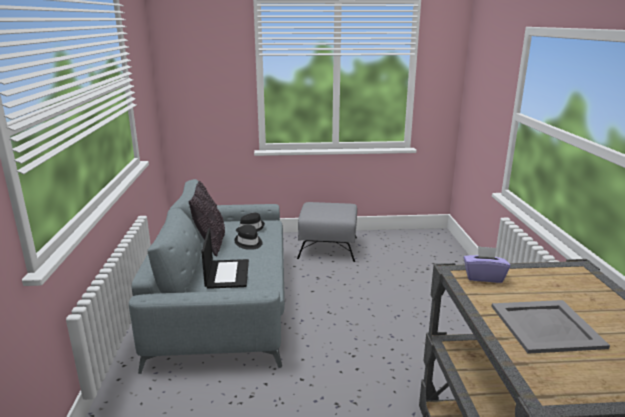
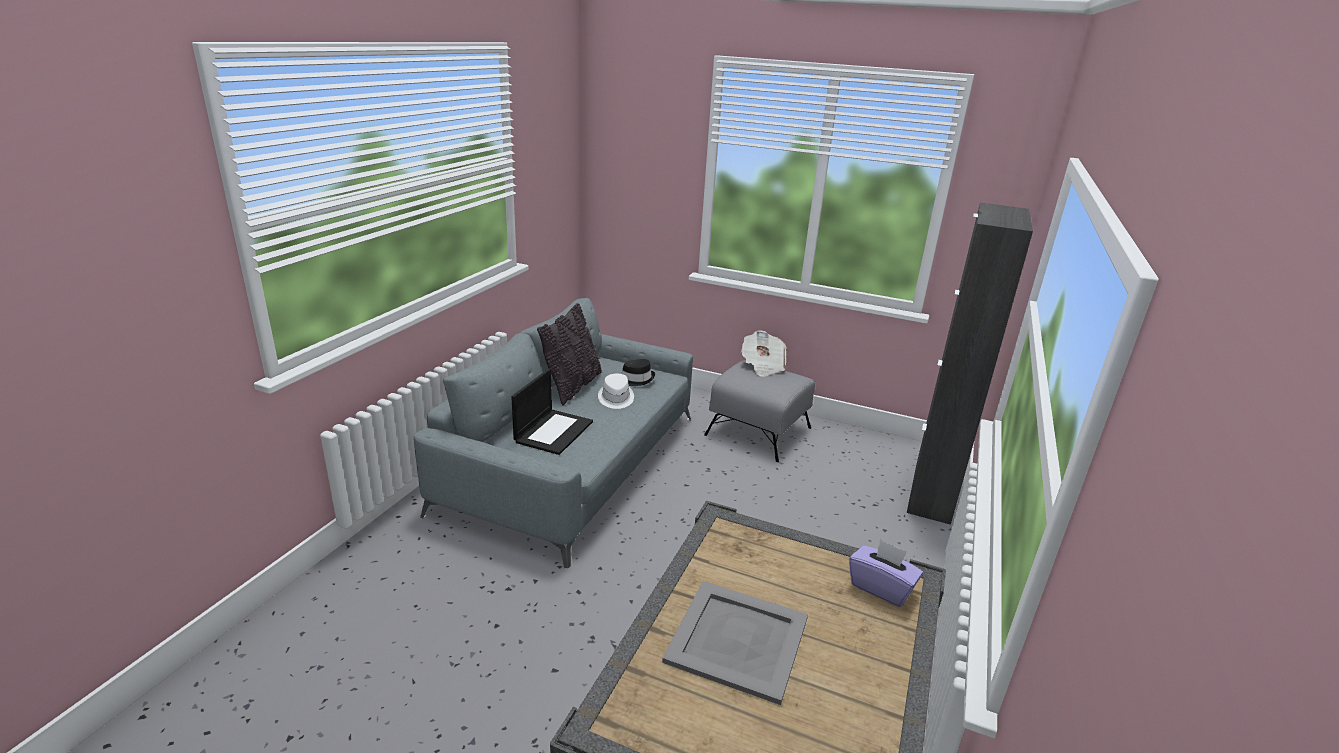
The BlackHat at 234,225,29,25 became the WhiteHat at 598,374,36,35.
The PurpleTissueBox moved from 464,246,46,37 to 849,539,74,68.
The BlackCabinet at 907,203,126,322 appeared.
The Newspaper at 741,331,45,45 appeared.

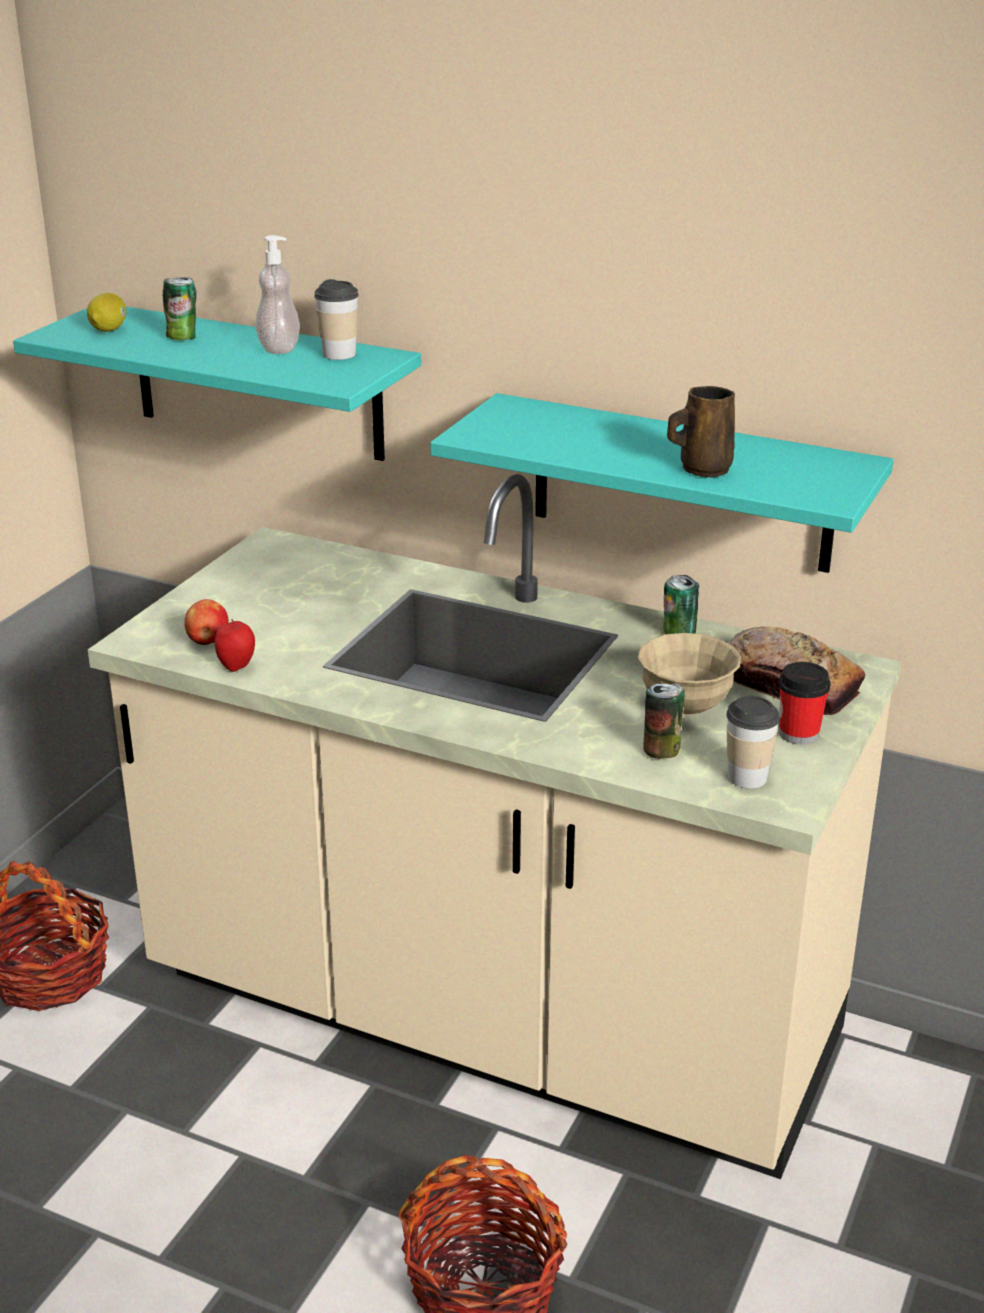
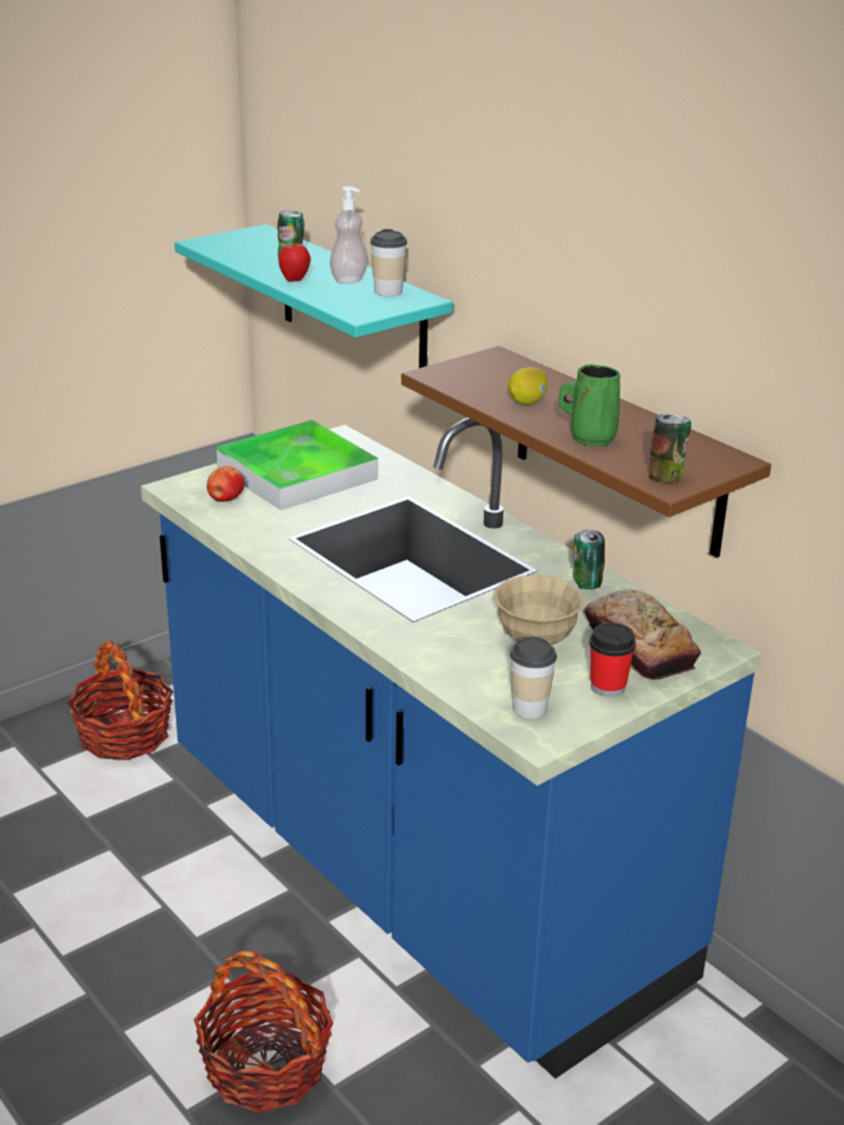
The Lemon moved from 87,293,39,39 to 508,367,40,38.
The BrownMug at 667,386,68,92 became the GreenMug at 559,364,61,82.
The TurquoiseShelf at 430,393,464,180 became the BrownShelf at 401,346,370,212.
The BeigeCounter at 88,474,813,705 became the BlueCounter at 141,418,621,661.
The Apple moved from 215,619,40,53 to 279,239,32,43.
The Can moved from 643,683,41,76 to 649,414,42,69.
The Tray at 216,420,162,90 appeared.

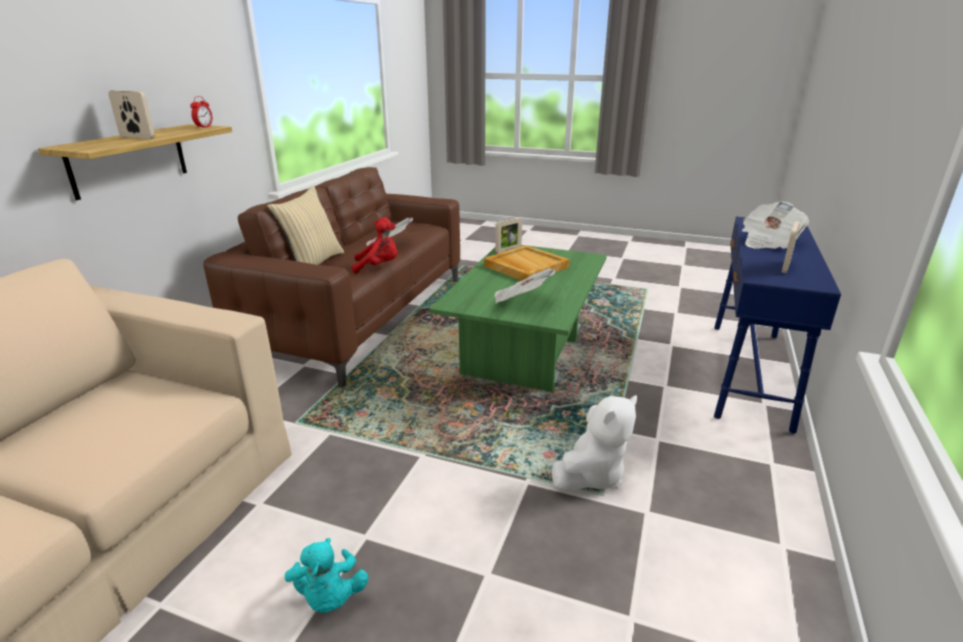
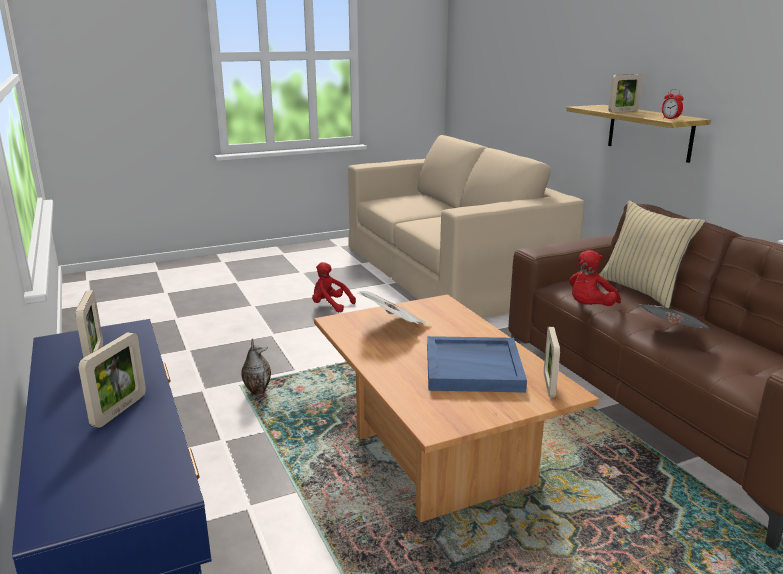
The Newspaper at 742,202,67,47 was replaced by the PictureFrame at 79,332,67,96.
The GreenCoffeeTable at 429,245,178,147 became the BrownCoffeeTable at 314,294,285,228.
The BeigeTray at 484,245,86,36 became the BlueTray at 427,336,100,57.
The WhitePlushToy at 551,395,86,97 was replaced by the Vase at 241,338,30,57.
The TurquoisePlushToy at 284,538,84,75 became the RedPlushToy at 312,262,44,50.

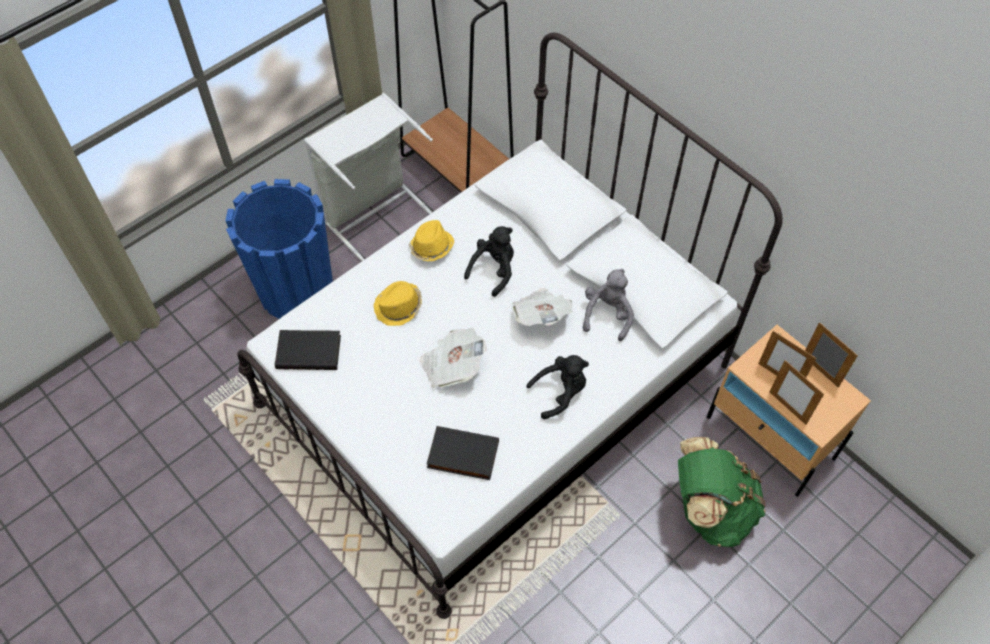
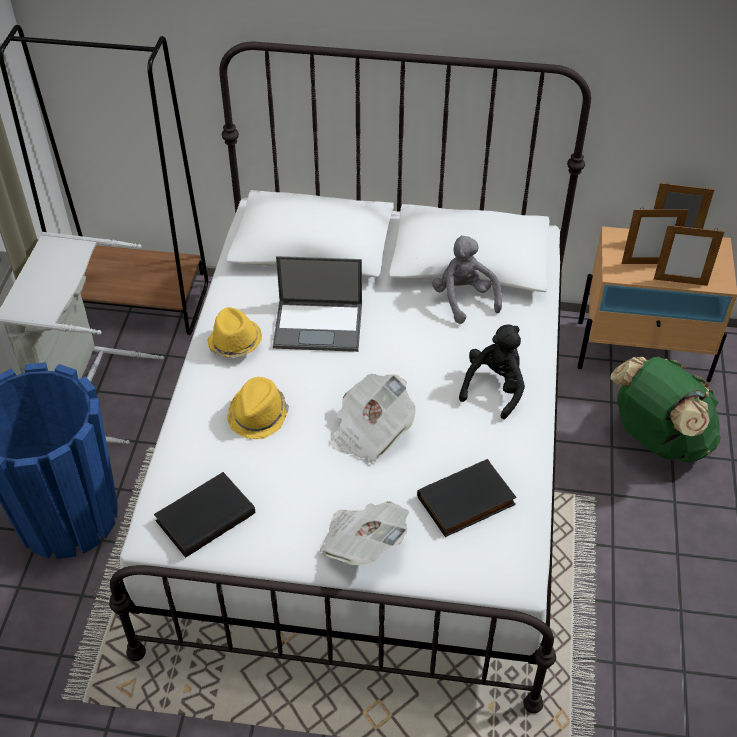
The BlackPlushToy at 464,226,50,71 was replaced by the Laptop at 273,256,89,96.
The Newspaper moved from 512,288,61,38 to 320,501,89,64.

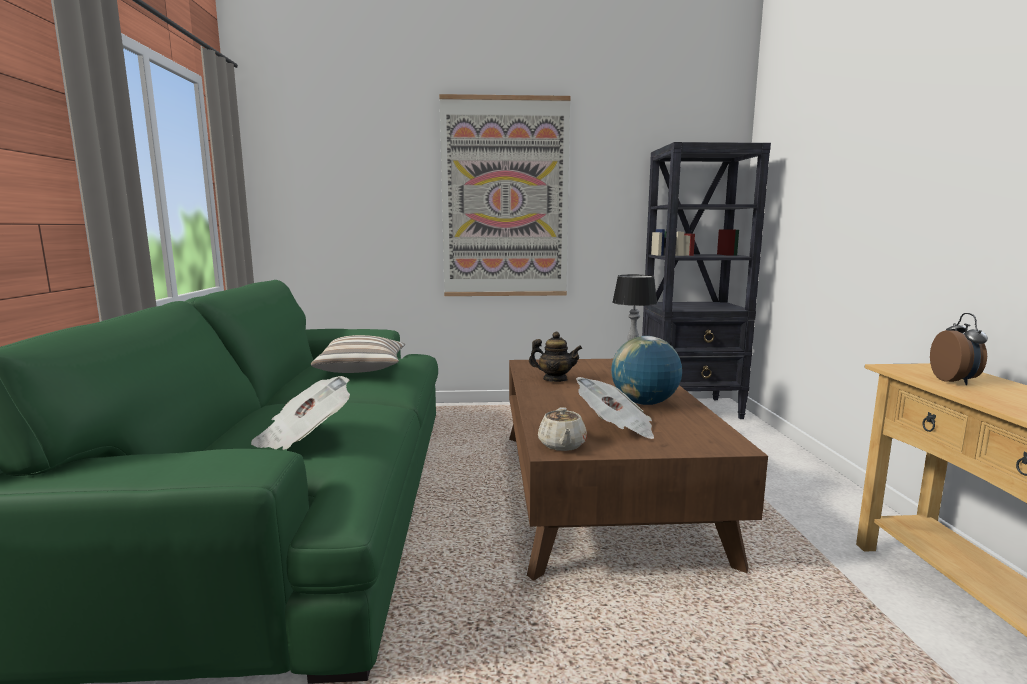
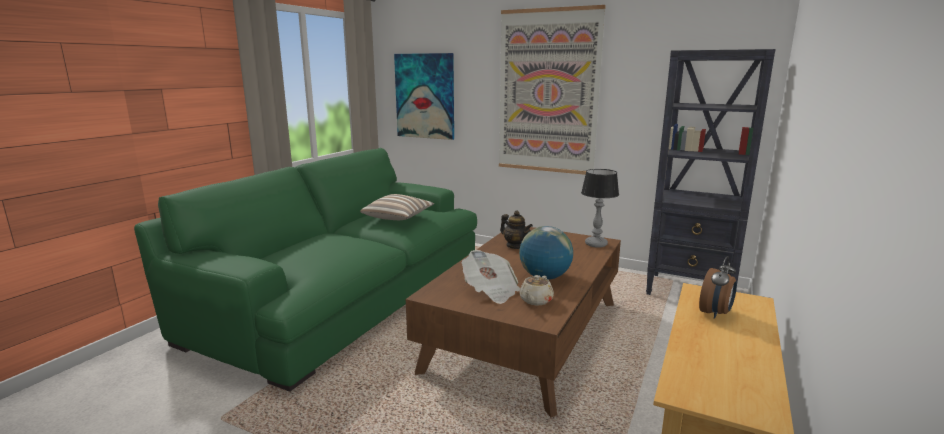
The Newspaper at 251,376,99,74 disappeared.
The BeigeTeapot moved from 538,407,49,44 to 519,275,35,30.
The Picture at 394,53,60,87 appeared.

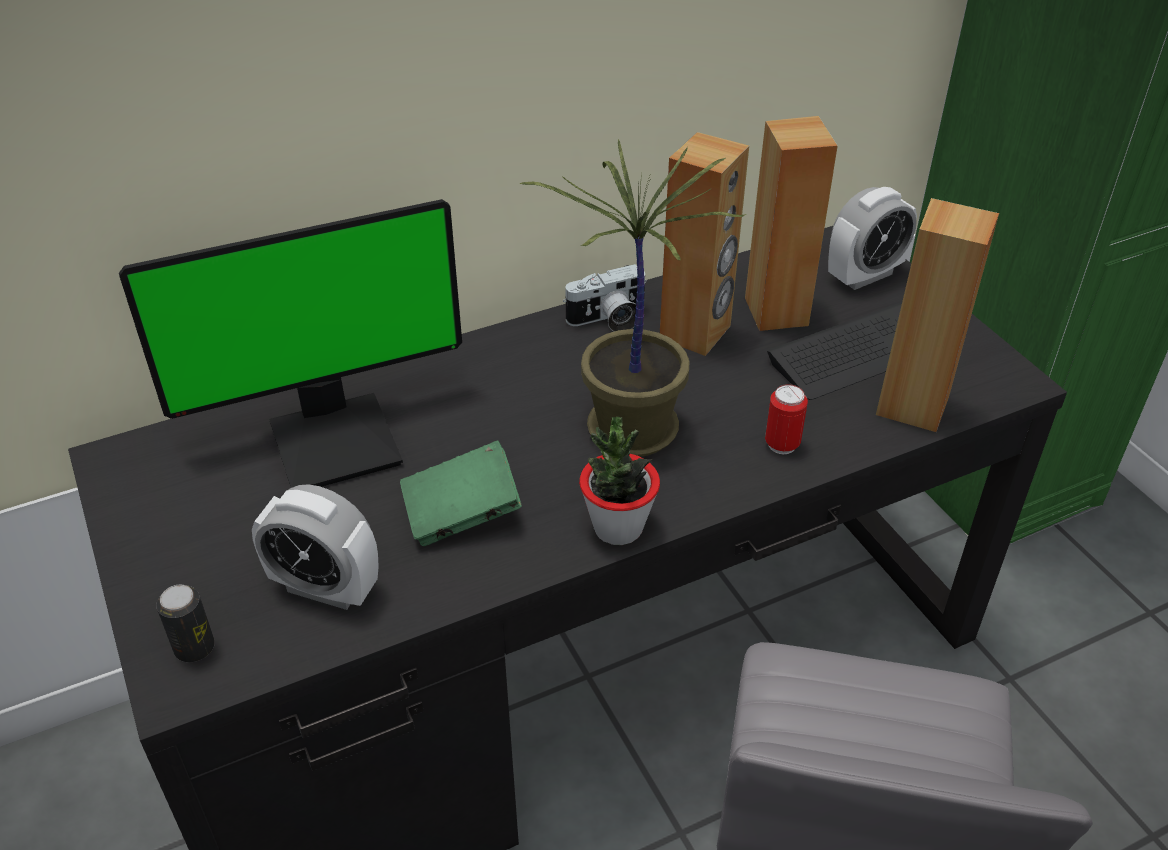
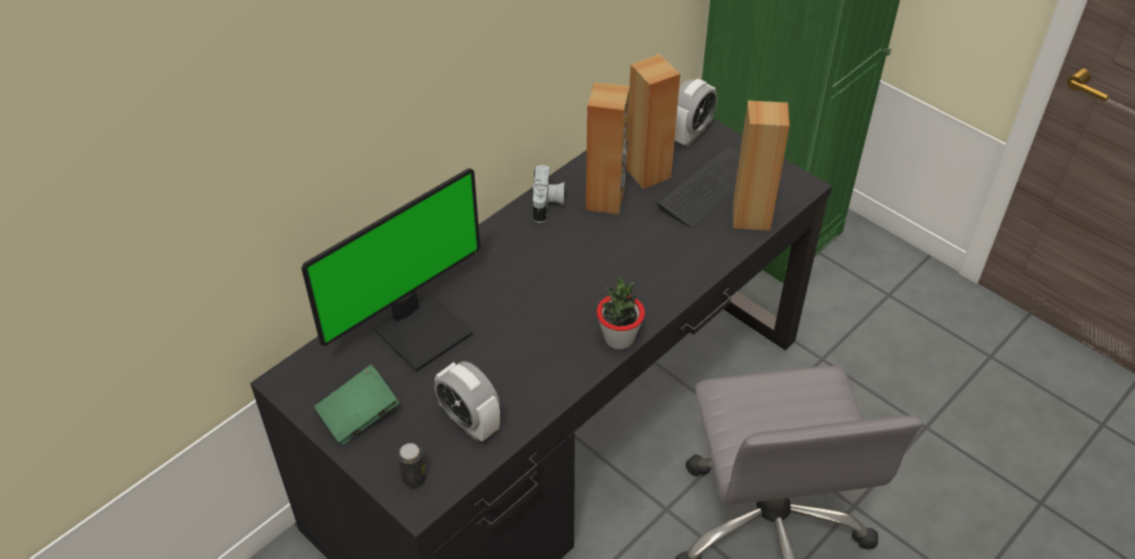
The PottedPlant at 519,139,227,318 disappeared.
The PhotoCamera at 563,264,84,68 turned 45 degrees counterclockwise.
The Can at 765,384,43,70 disappeared.
The GreenBook moved from 400,440,122,106 to 314,364,85,80.
The AlarmClock at 252,484,127,126 turned 45 degrees clockwise.

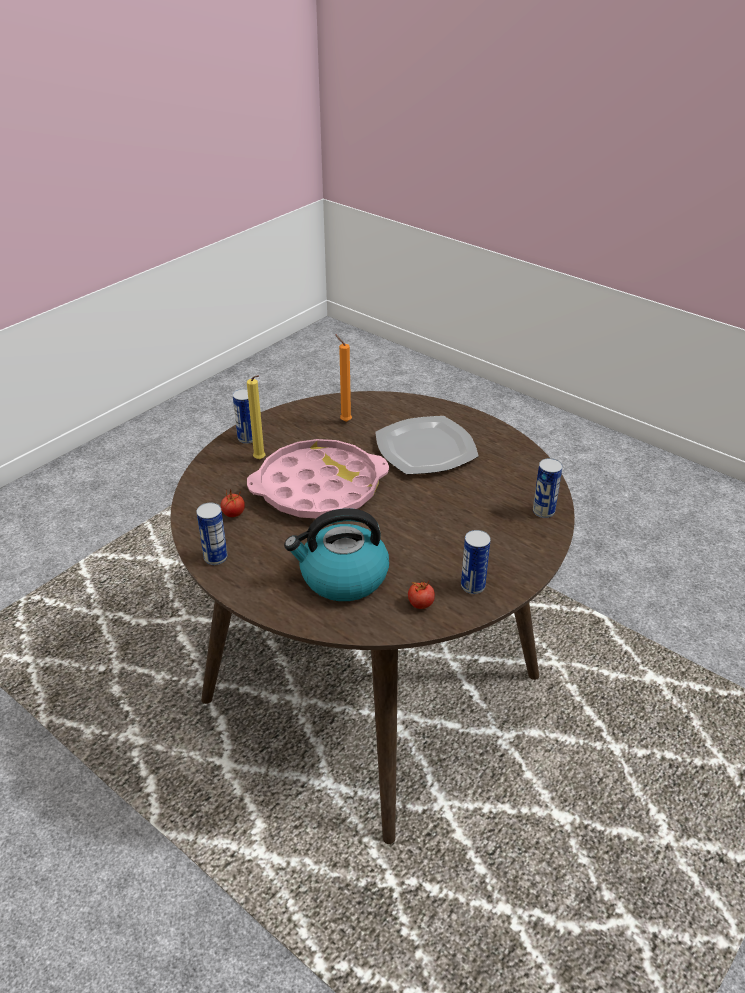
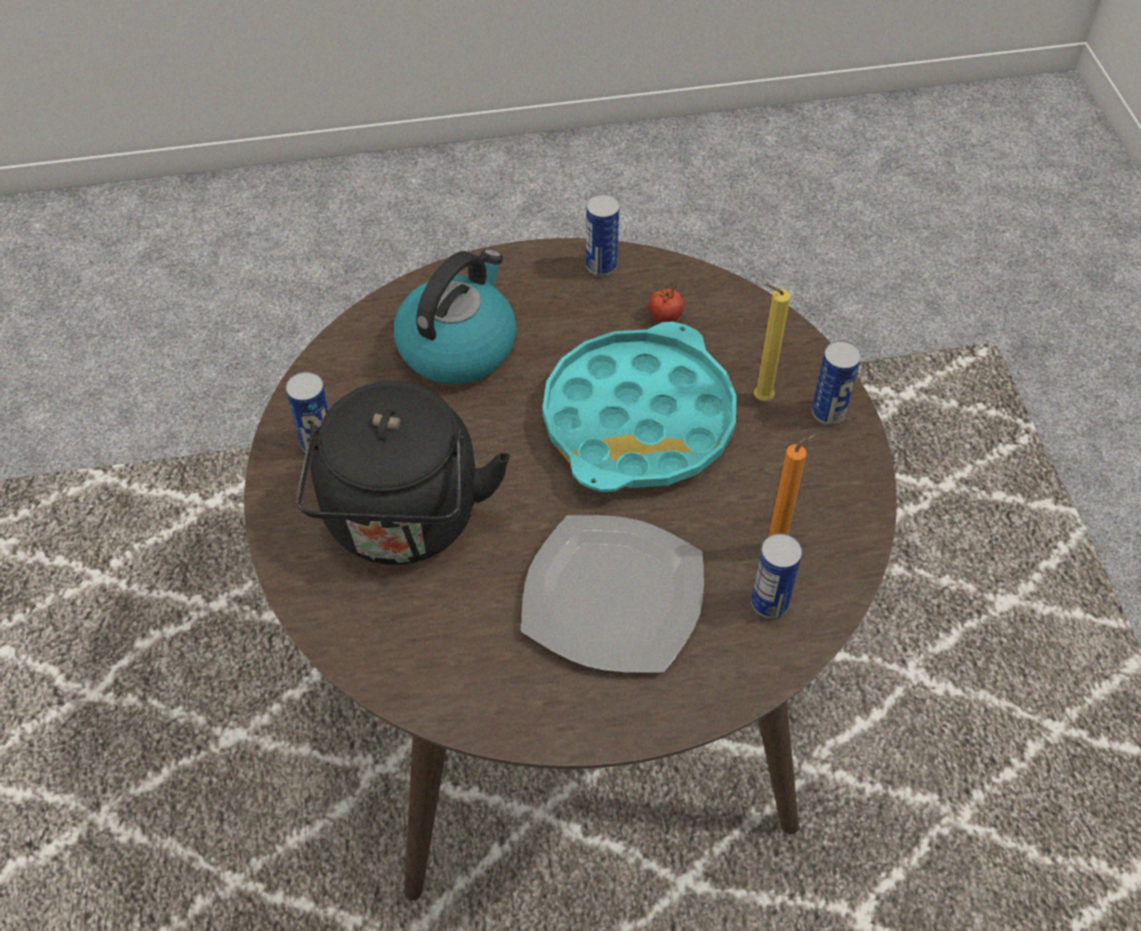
The PinkTray at 247,439,142,79 became the TurquoiseTray at 543,322,194,170.
The Can moved from 533,458,30,60 to 751,533,51,86.
The Tomato at 408,580,27,29 disappeared.
The BlackKettle at 296,381,214,184 appeared.

